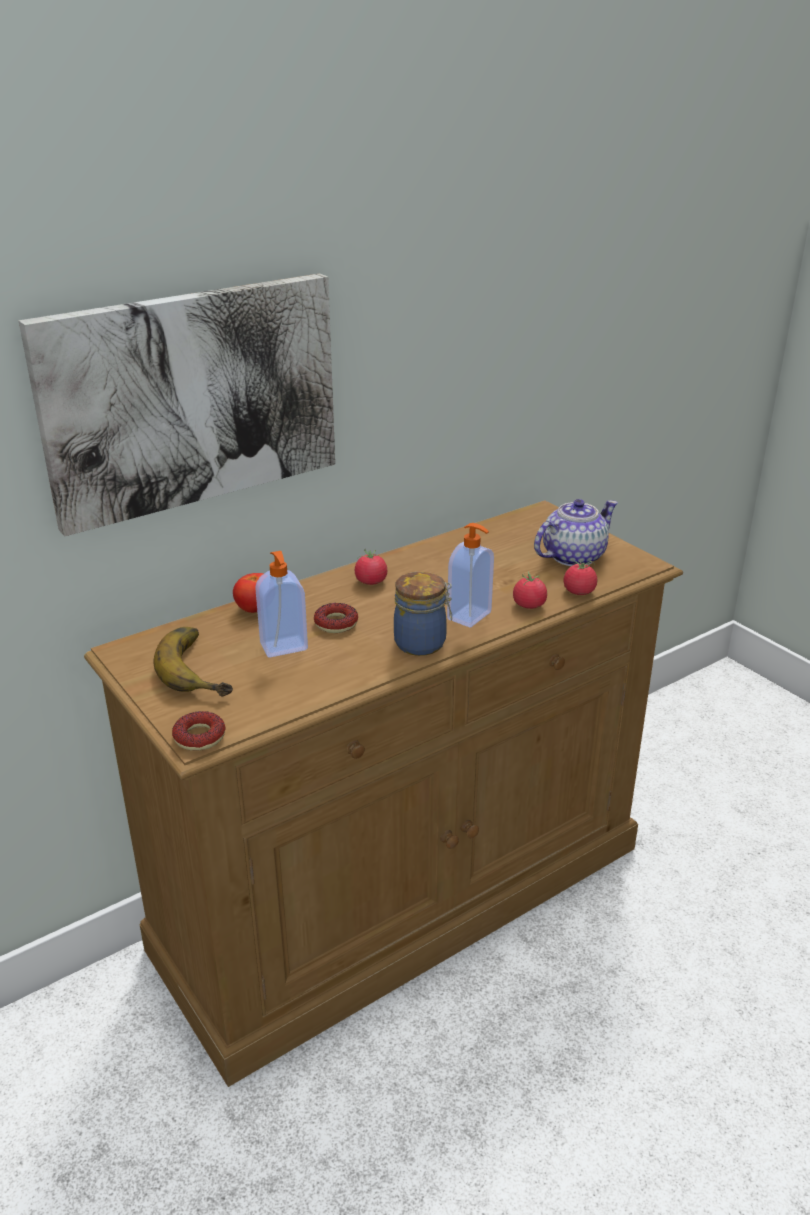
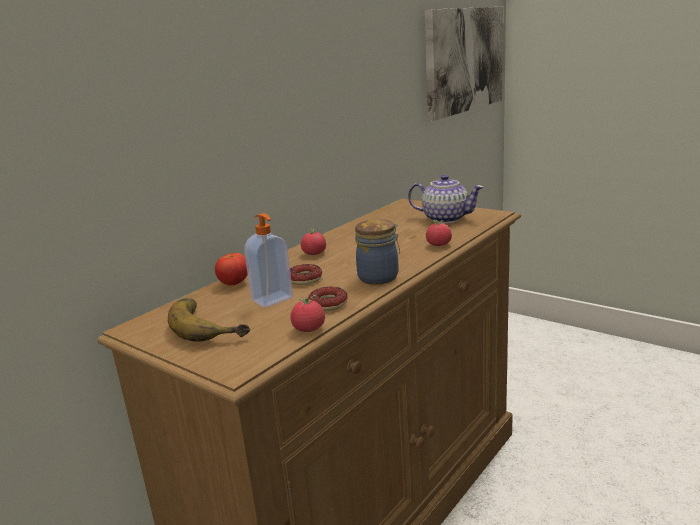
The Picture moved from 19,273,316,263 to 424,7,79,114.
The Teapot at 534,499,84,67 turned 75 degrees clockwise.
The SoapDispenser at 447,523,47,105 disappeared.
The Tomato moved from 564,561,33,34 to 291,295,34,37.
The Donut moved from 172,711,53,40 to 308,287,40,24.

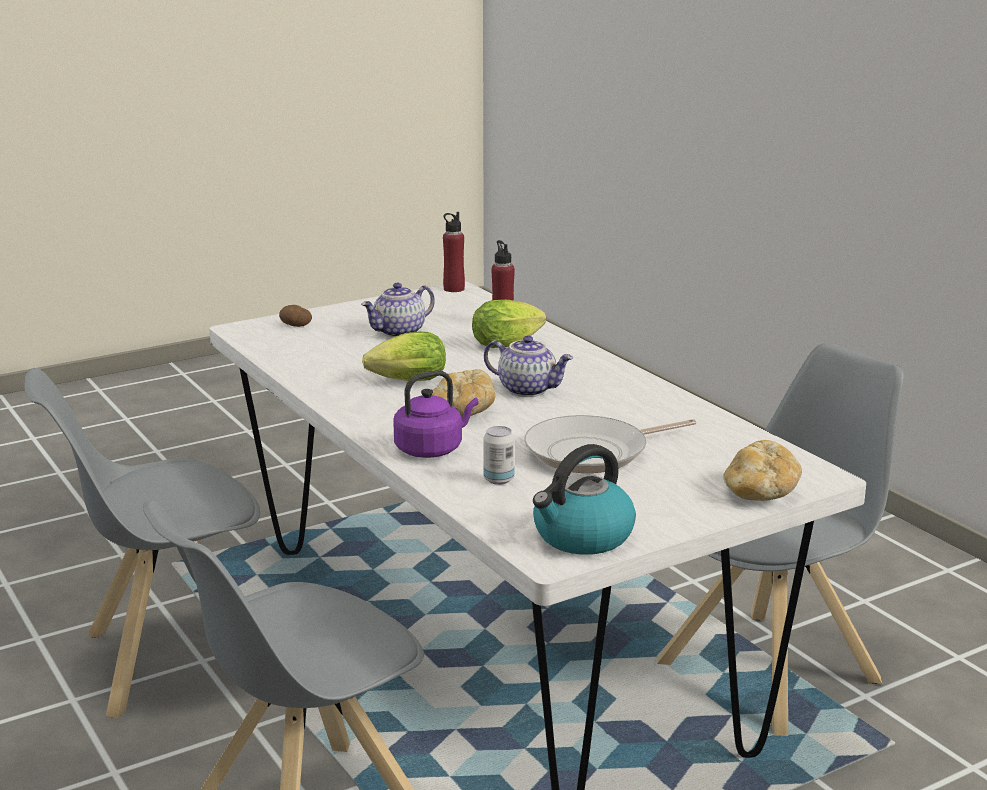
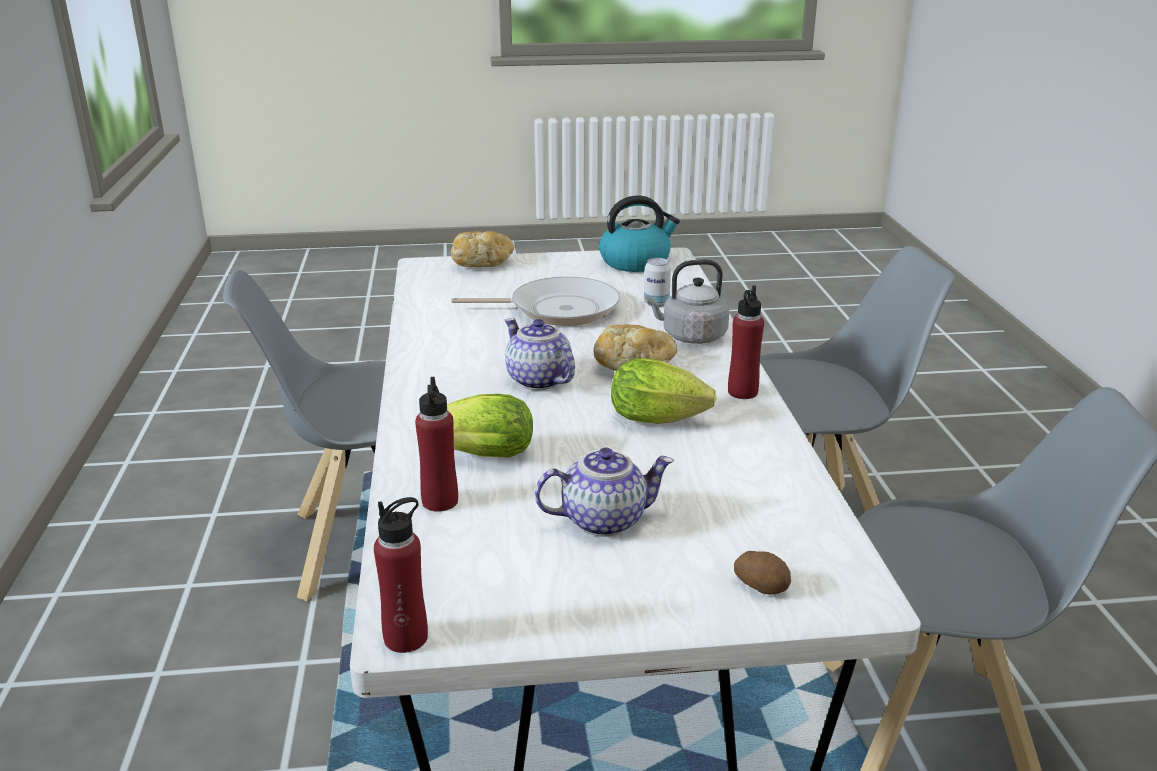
The PurpleKettle at 393,370,86,88 became the GreyKettle at 645,259,84,85.
The RedBottle at 728,285,36,114 appeared.

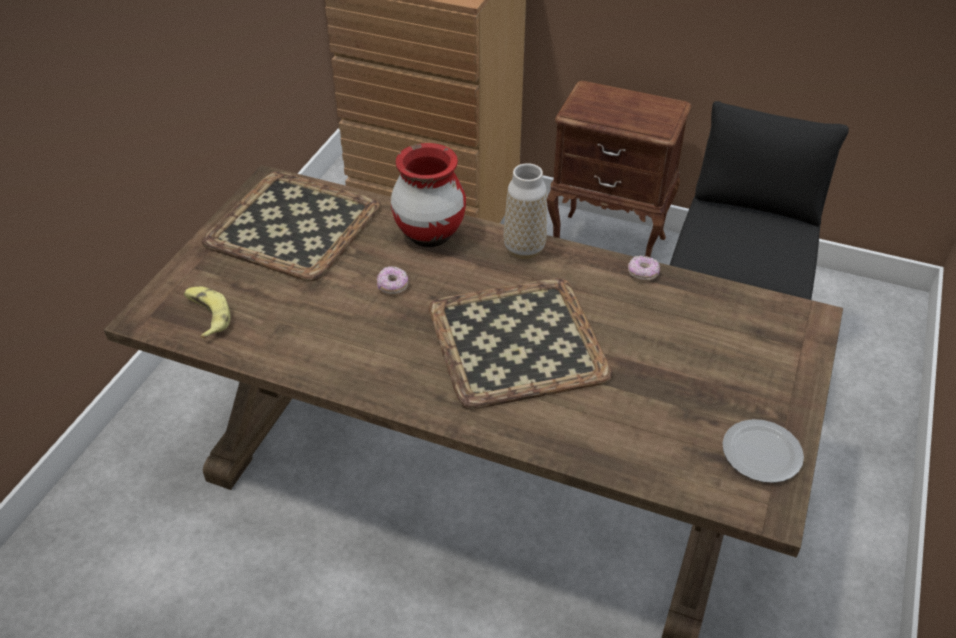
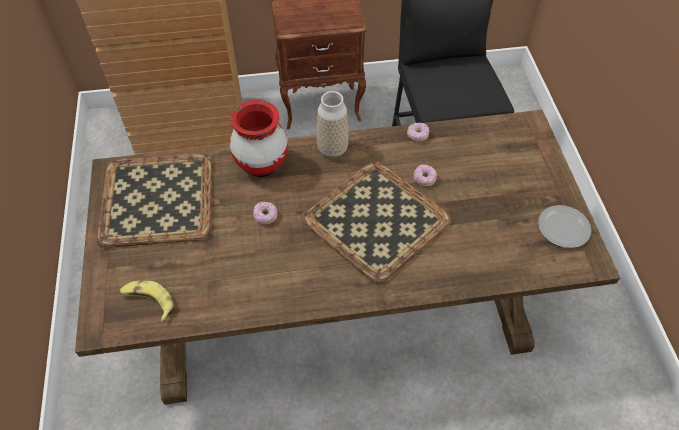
The Donut at 414,164,23,22 appeared.

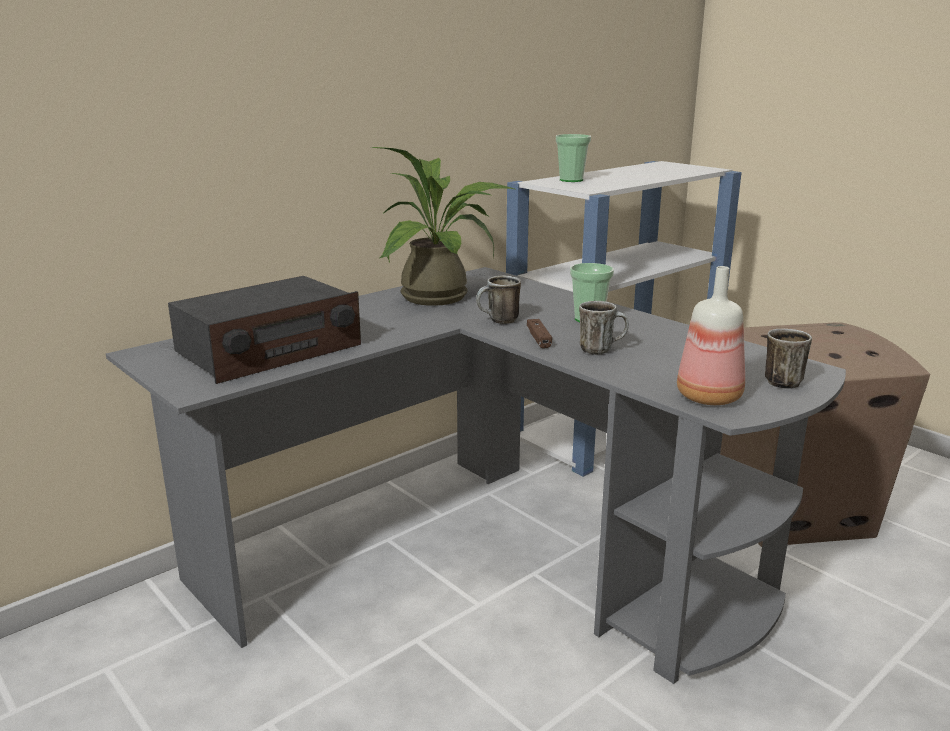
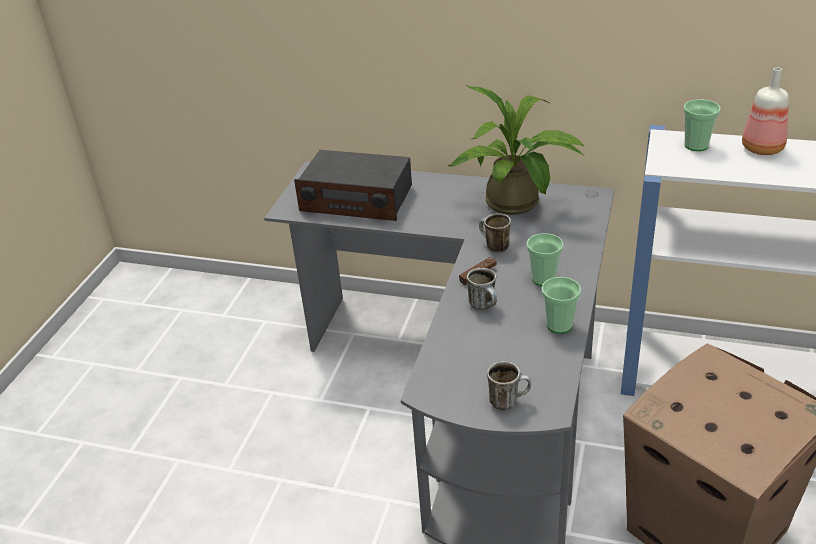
The Bottle moved from 677,266,68,139 to 742,67,47,88.
The Cup at 541,277,40,56 appeared.

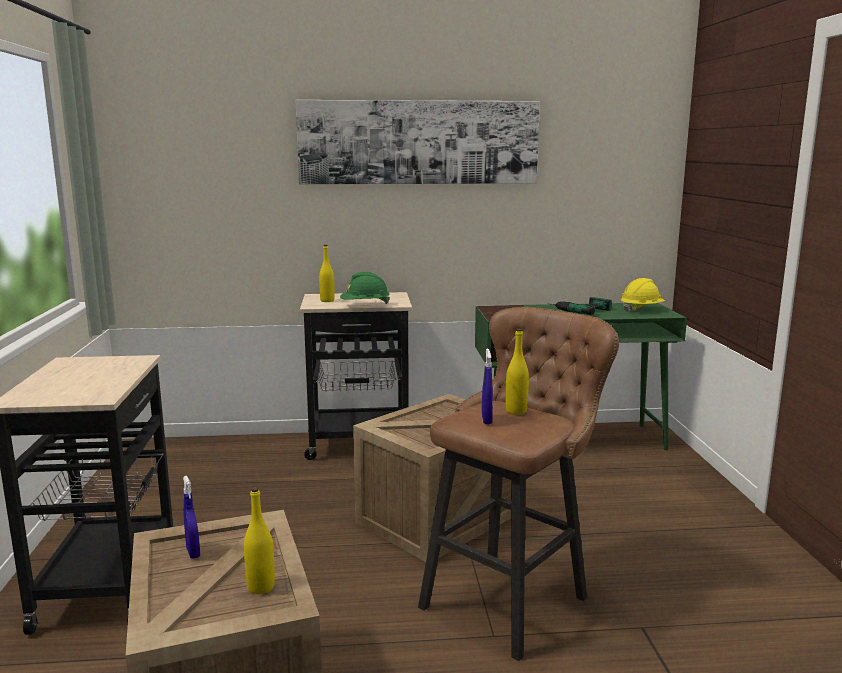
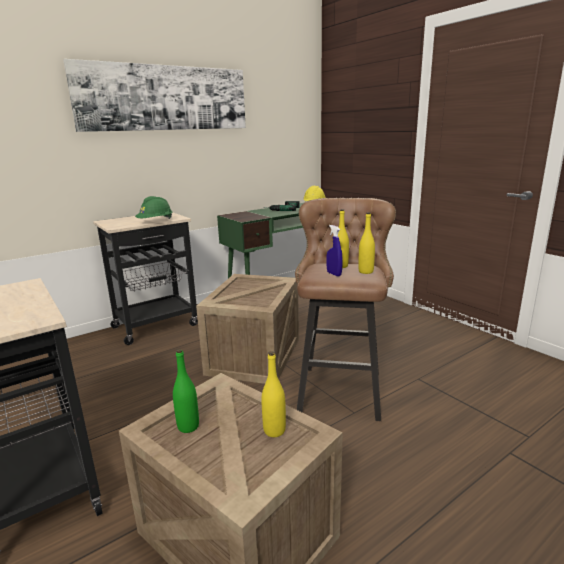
The YellowBottle moved from 319,245,16,57 to 358,212,17,62.
The BlueSprayBottle at 183,476,17,83 was replaced by the GreenBottle at 173,349,26,84.

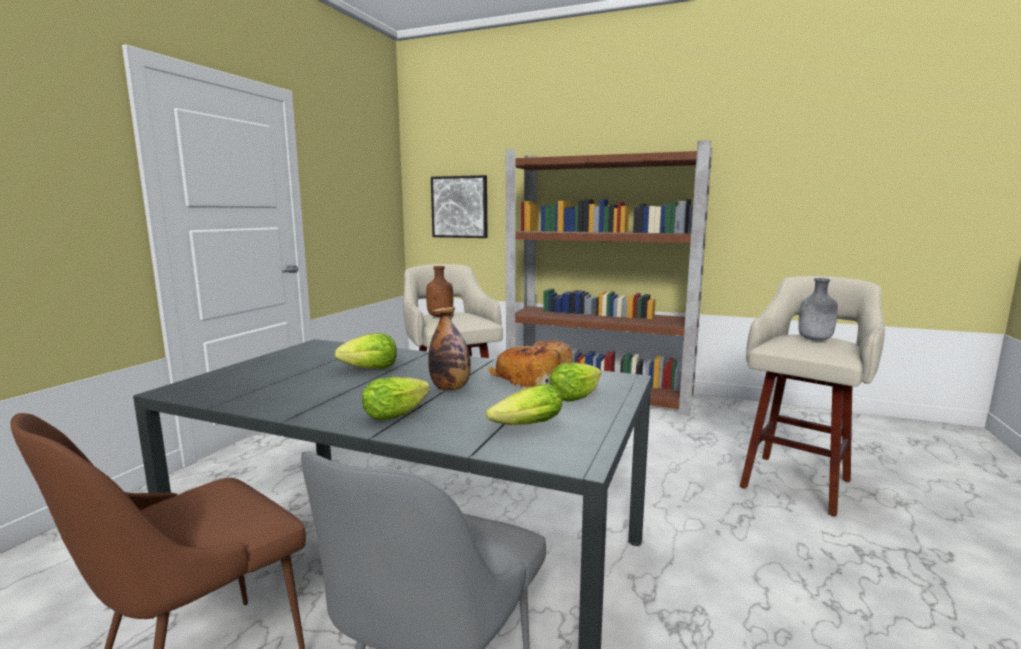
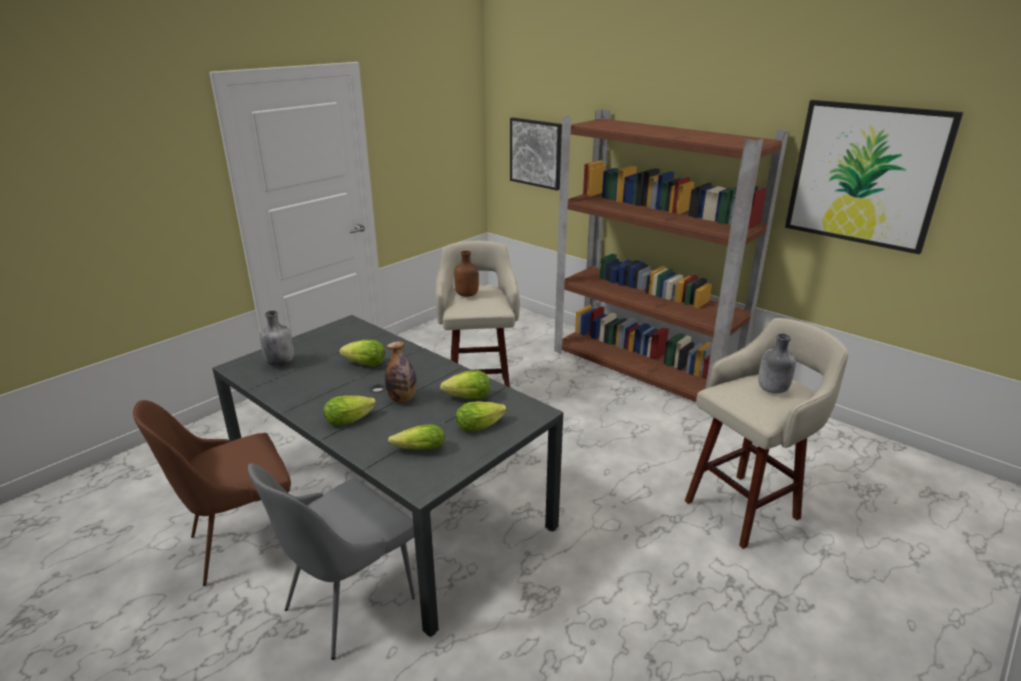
The Bread at 488,341,85,47 was replaced by the Lettuce at 440,371,50,28.
The Picture at 785,100,178,155 appeared.
The GreyBottle at 260,311,34,55 appeared.

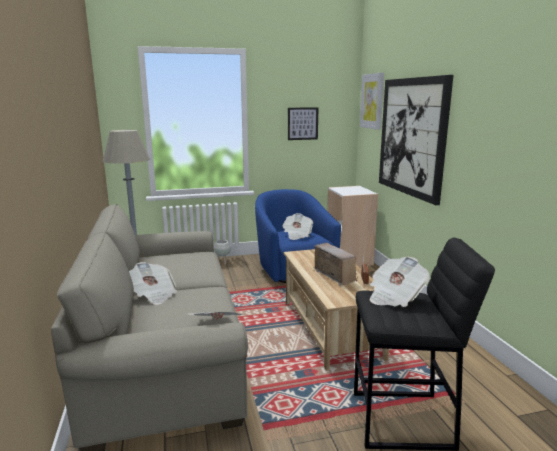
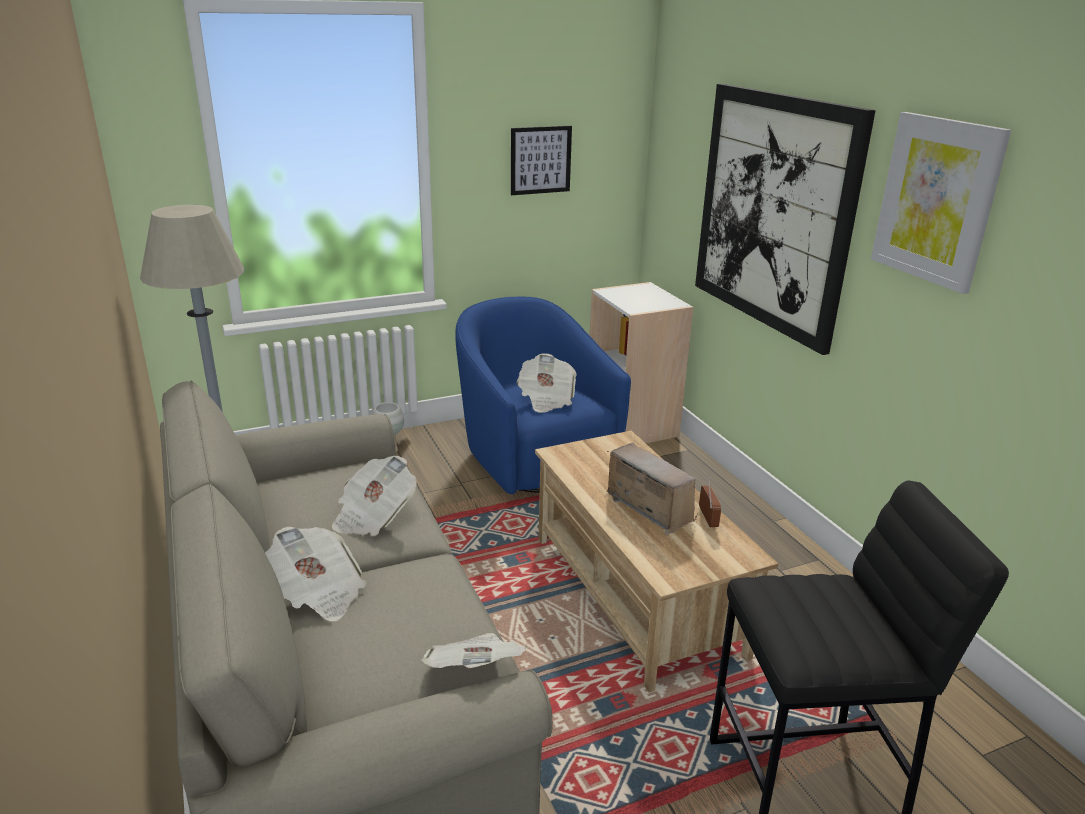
The Picture moved from 360,72,24,58 to 871,112,140,182.
The Newspaper moved from 370,257,60,50 to 332,456,85,80.

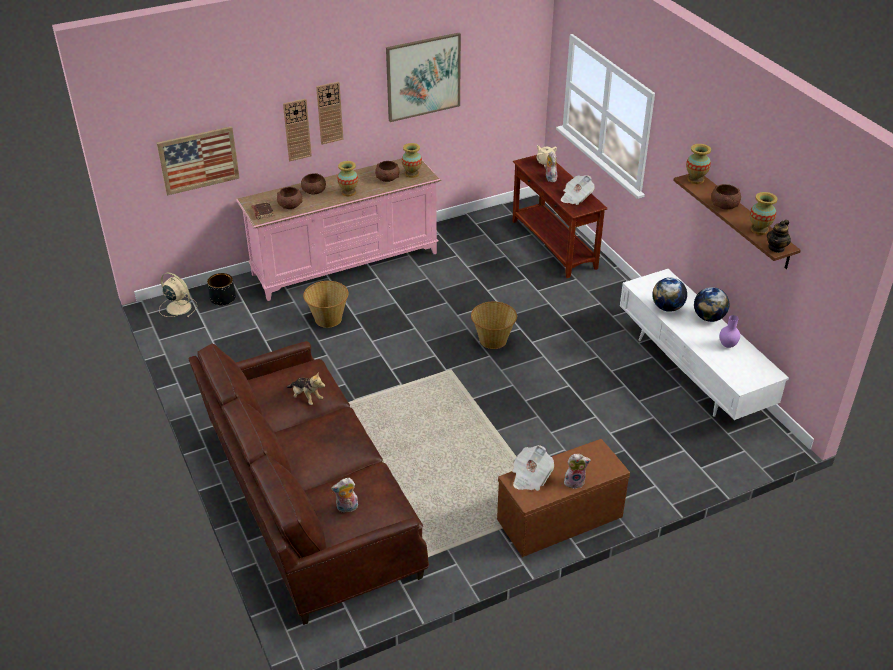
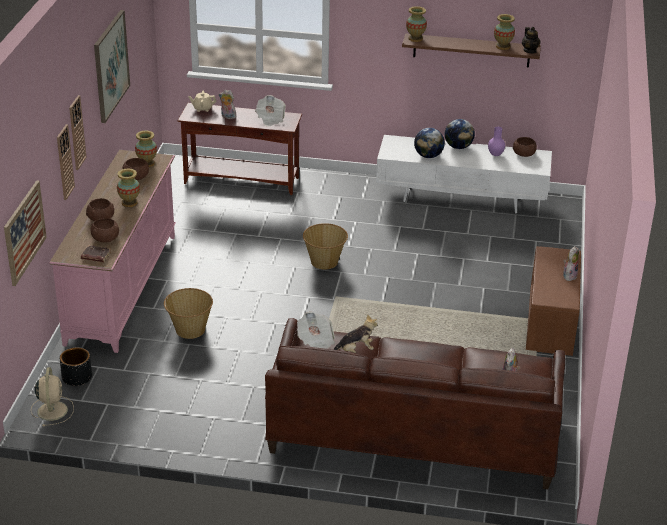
The BrownBowl moved from 711,184,30,25 to 513,137,24,20.
The BeigeFan at 159,272,38,45 turned 105 degrees clockwise.
The Newspaper moved from 512,445,42,46 to 297,311,38,38.

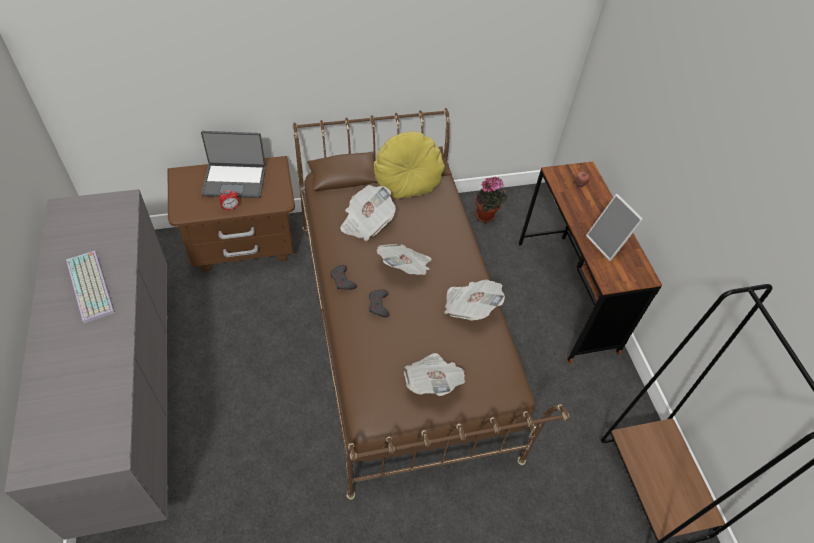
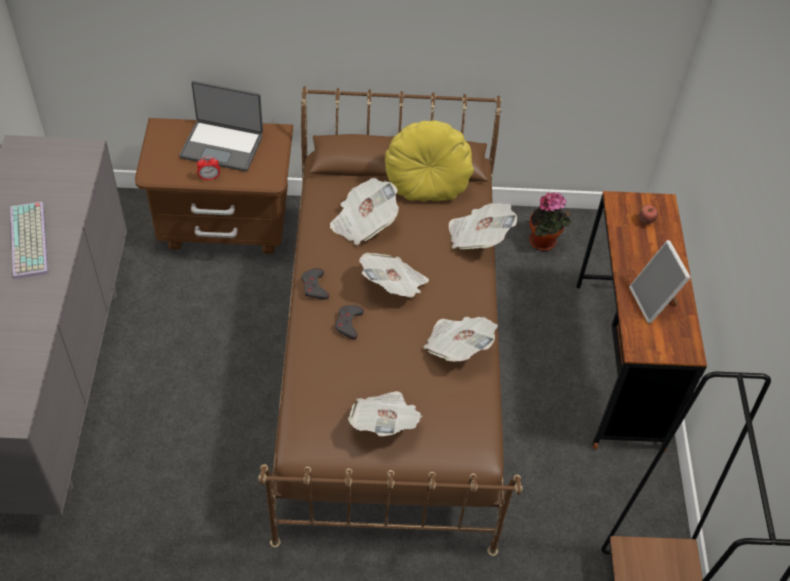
The Newspaper at 448,203,69,46 appeared.

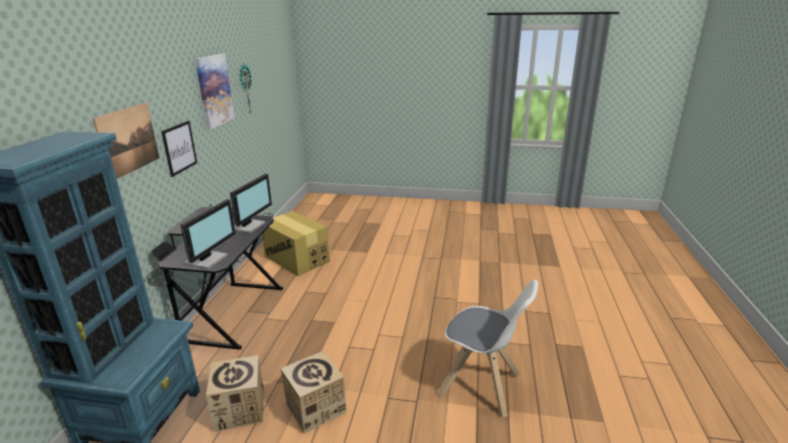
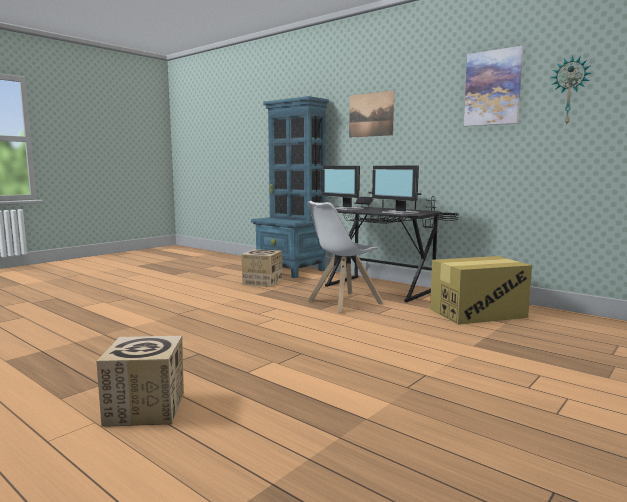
The Picture at 161,121,36,56 disappeared.
The Chair moved from 437,280,101,137 to 308,201,76,112.
The CardboardBox moved from 281,351,65,83 to 96,335,88,92.

